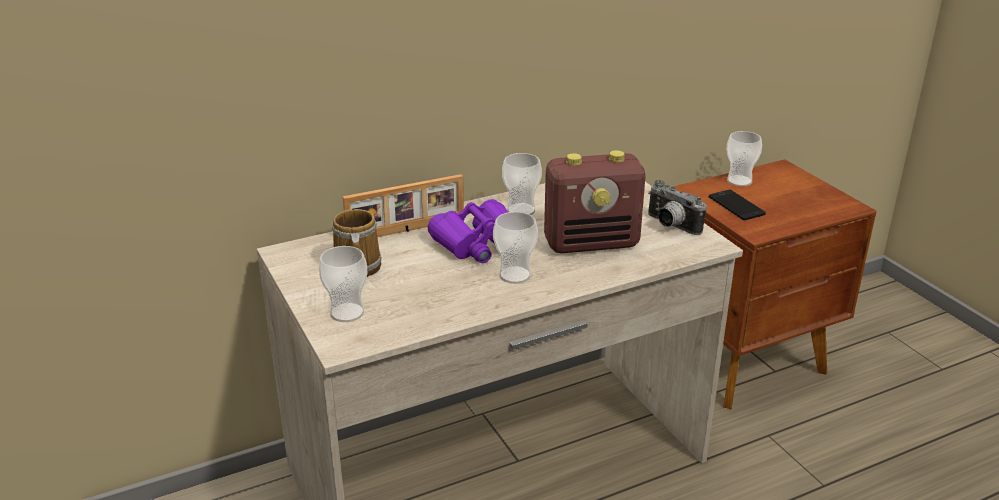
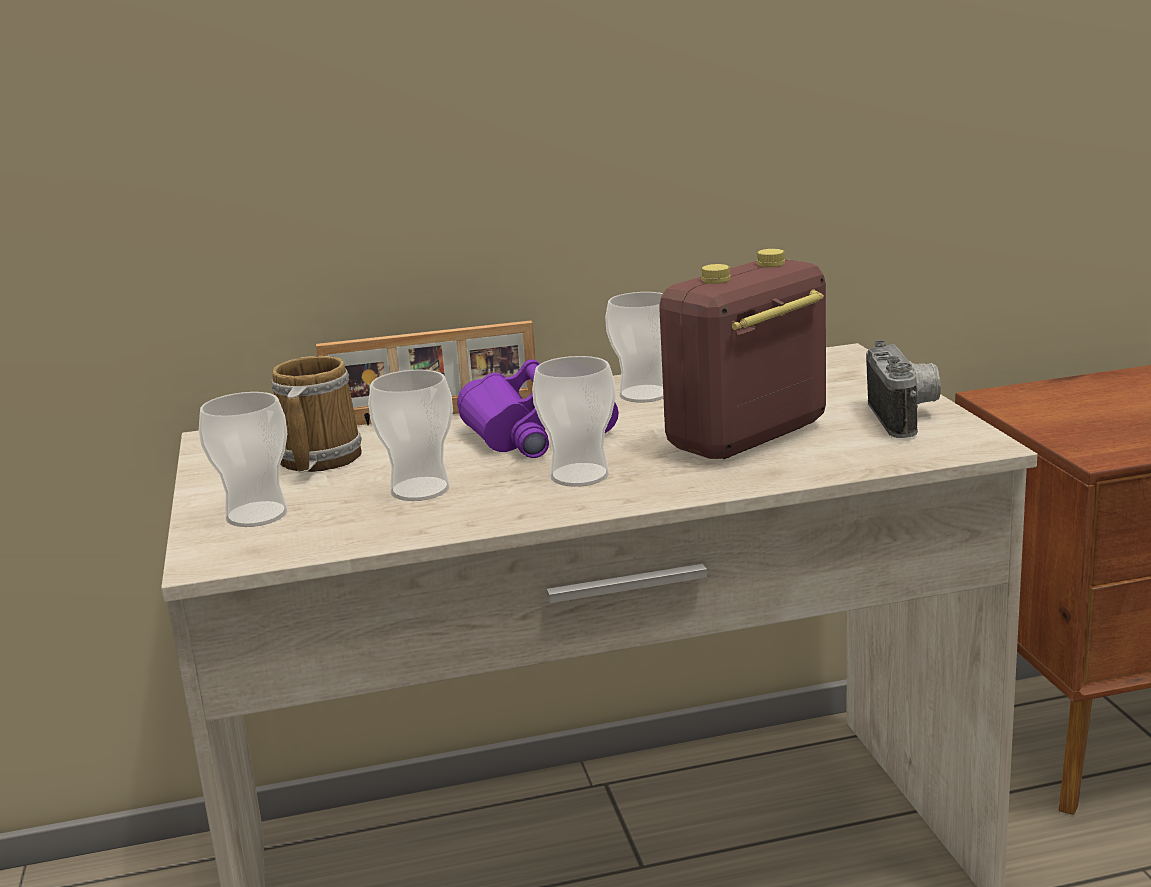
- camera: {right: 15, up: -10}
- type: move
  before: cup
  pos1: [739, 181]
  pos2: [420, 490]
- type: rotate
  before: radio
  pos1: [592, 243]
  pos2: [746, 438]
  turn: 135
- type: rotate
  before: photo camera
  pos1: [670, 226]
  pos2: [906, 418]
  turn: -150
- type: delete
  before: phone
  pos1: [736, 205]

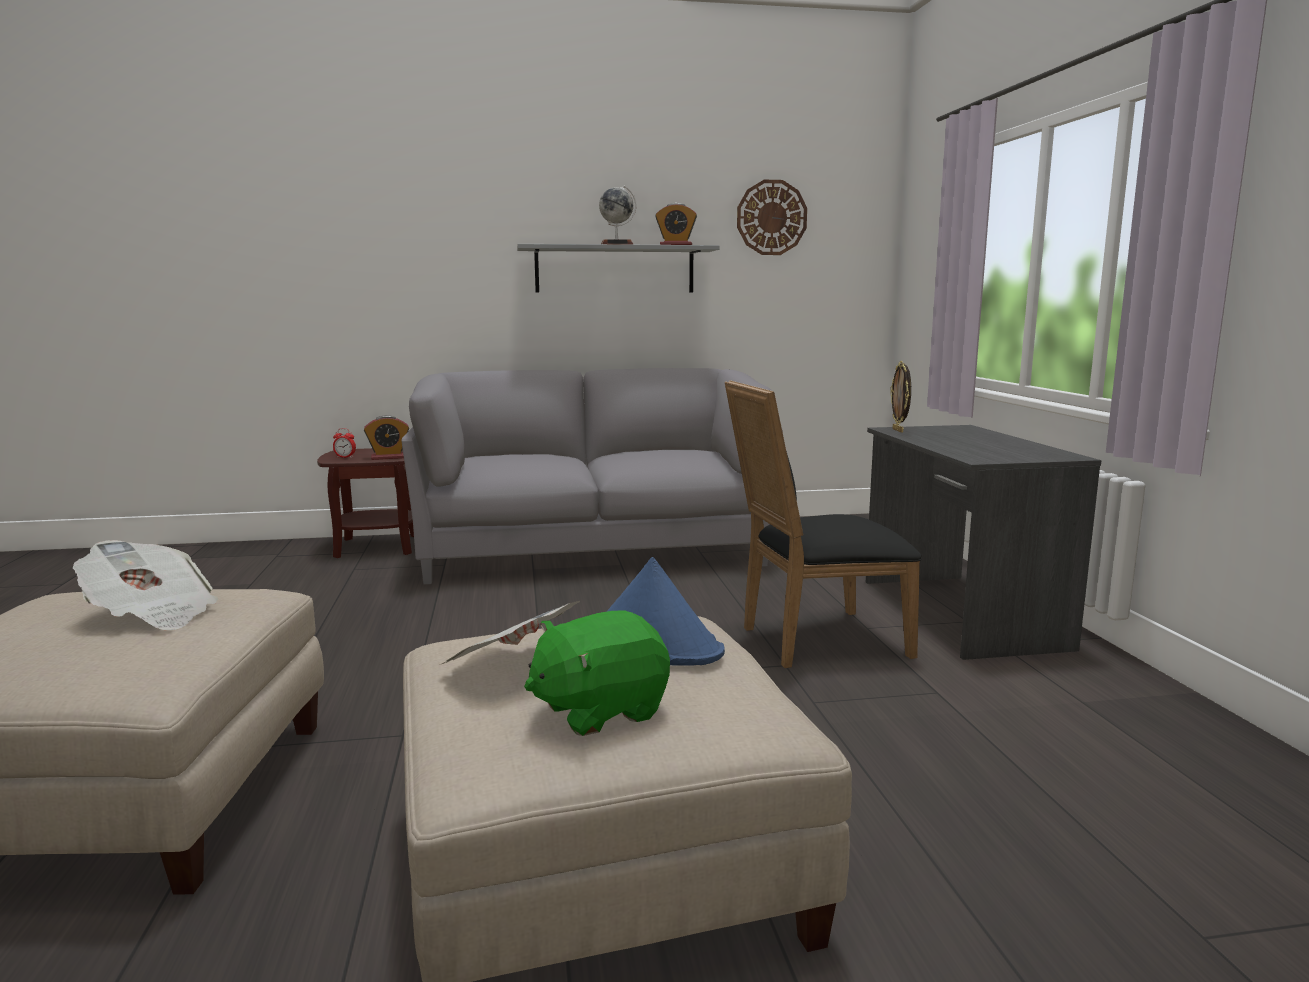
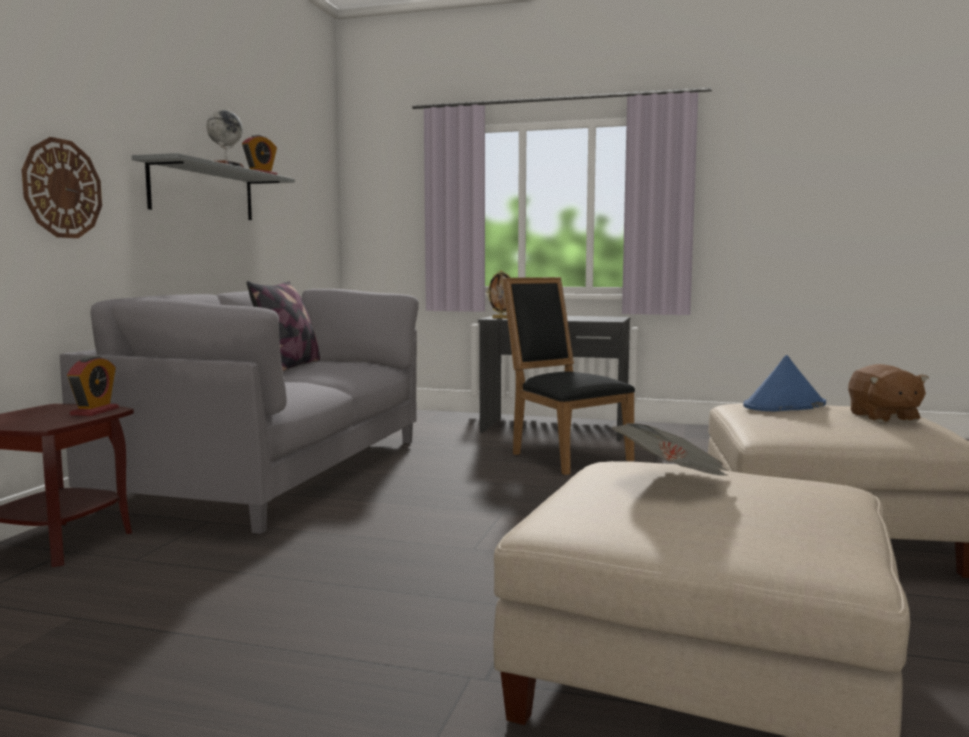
- camera: {right: -65, up: -5}
- type: move
  before: wall clock
  pos1: [771, 217]
  pos2: [62, 188]
- type: insert
  after: pillow
  pos2: [289, 366]
- type: rotate
  before: black chair
  pos1: [814, 641]
  pos2: [564, 456]
  turn: 135
- type: recolor
  before: green plush toy
  after: brown plush toy
  pos1: [599, 710]
  pos2: [883, 417]
- type: delete
  before: alarm clock
  pos1: [345, 457]
- type: delete
  before: newspaper
  pos1: [511, 668]

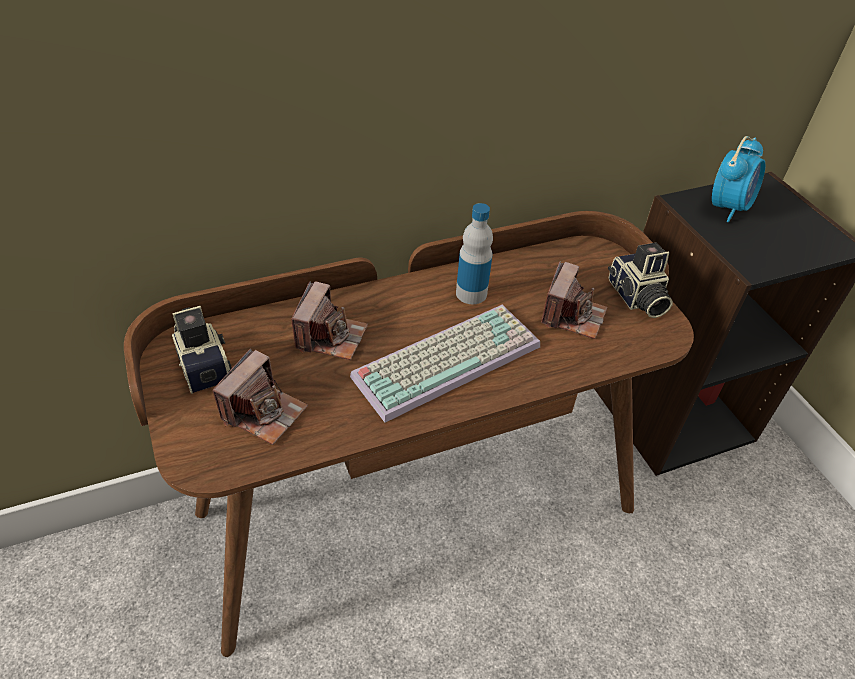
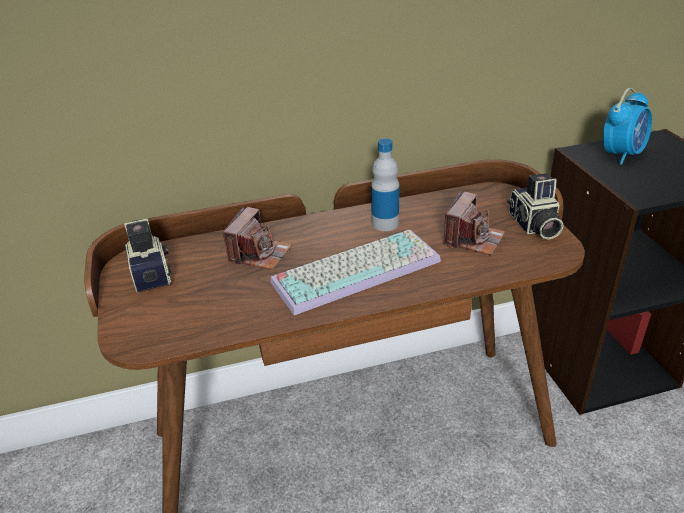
- camera: {right: 10, up: -10}
- type: delete
  before: photo camera
  pos1: [264, 412]

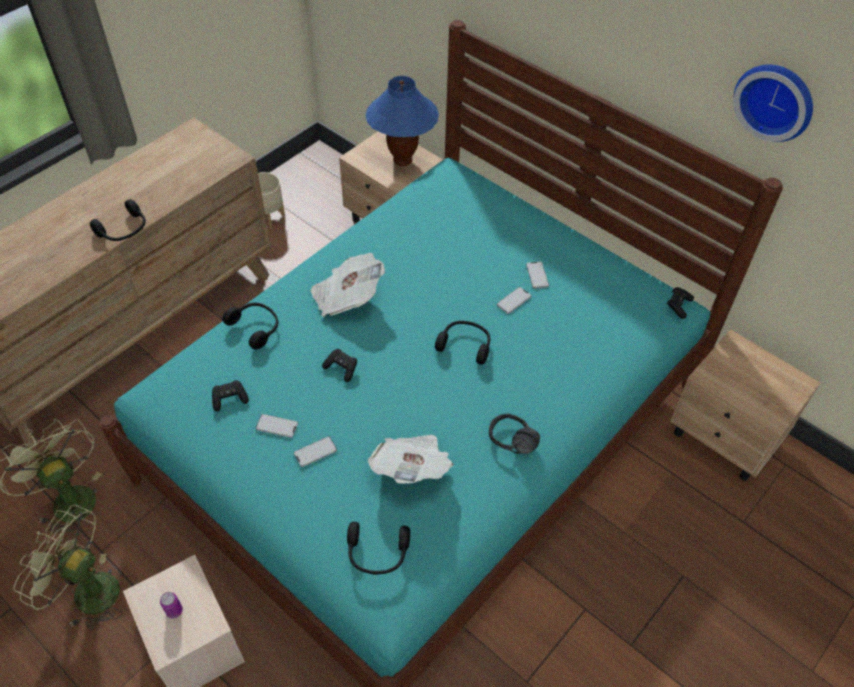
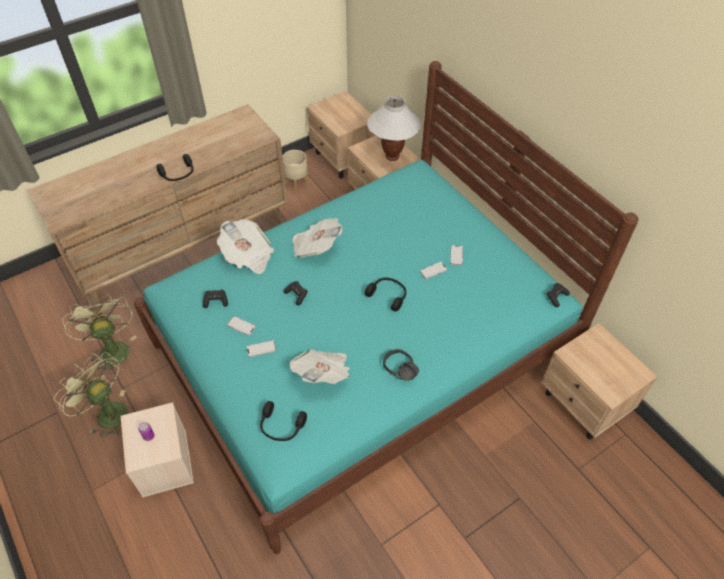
- camera: {right: 15, up: 0}
- type: replace
  before: black headphones
  after: newspaper
  pos1: [255, 327]
  pos2: [248, 256]
- type: insert
  after: beige nightstand
  pos2: [343, 159]
- type: recolor
  before: blue table lamp
  after: white table lamp
  pos1: [403, 160]
  pos2: [392, 157]
- type: delete
  before: wall clock
  pos1: [776, 100]

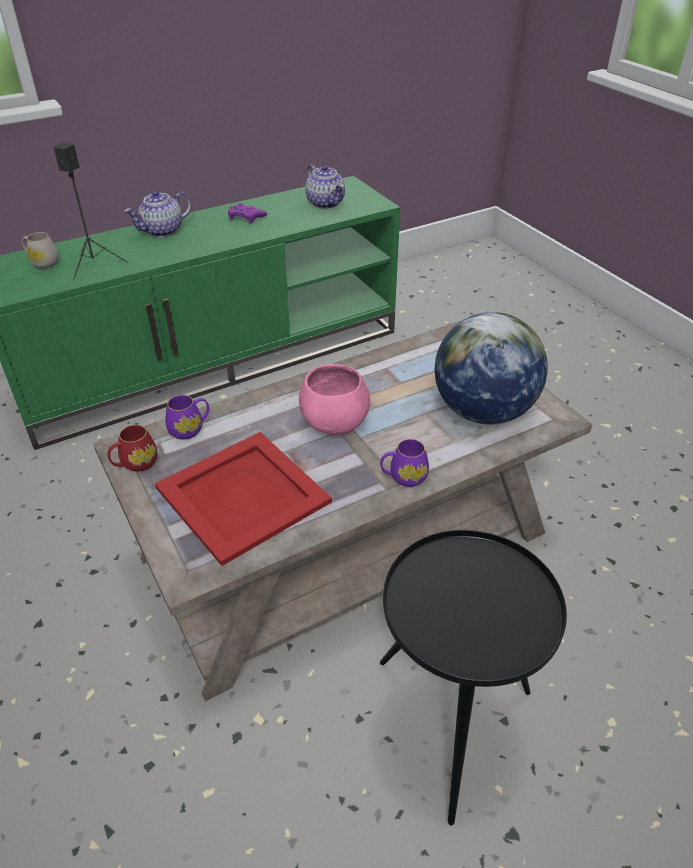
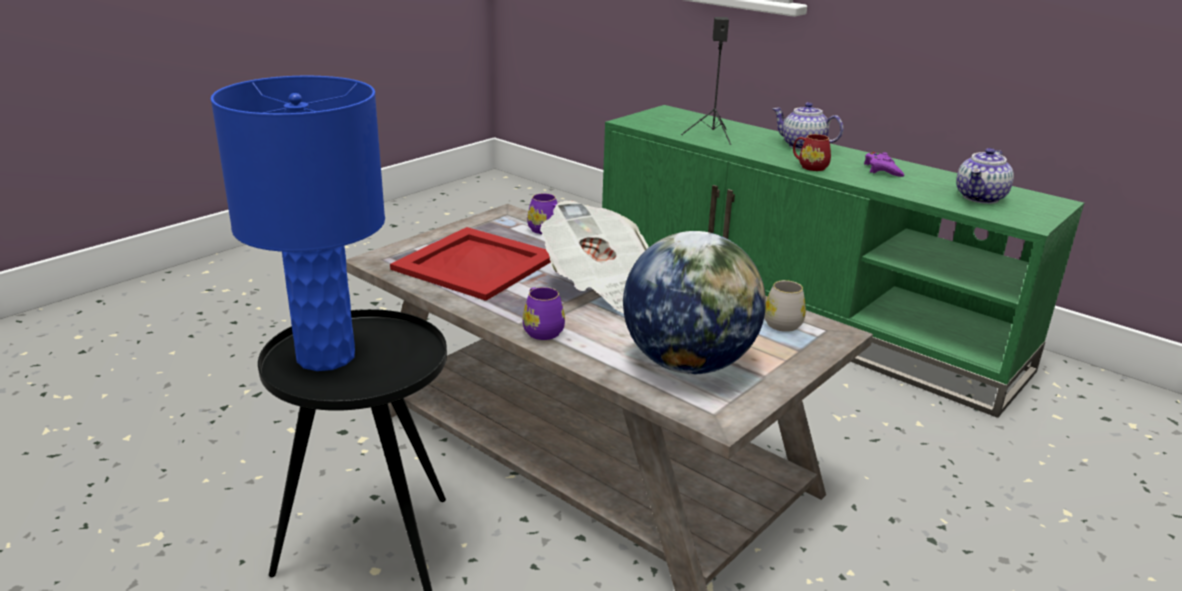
- camera: {right: 70, up: -15}
- type: insert
  after: blue table lamp
  pos2: [326, 356]
- type: replace
  before: pink bowl
  after: newspaper
  pos1: [335, 422]
  pos2: [602, 286]
- type: move
  before: white mug
  pos1: [42, 263]
  pos2: [782, 321]
- type: move
  before: red mug
  pos1: [135, 464]
  pos2: [809, 166]

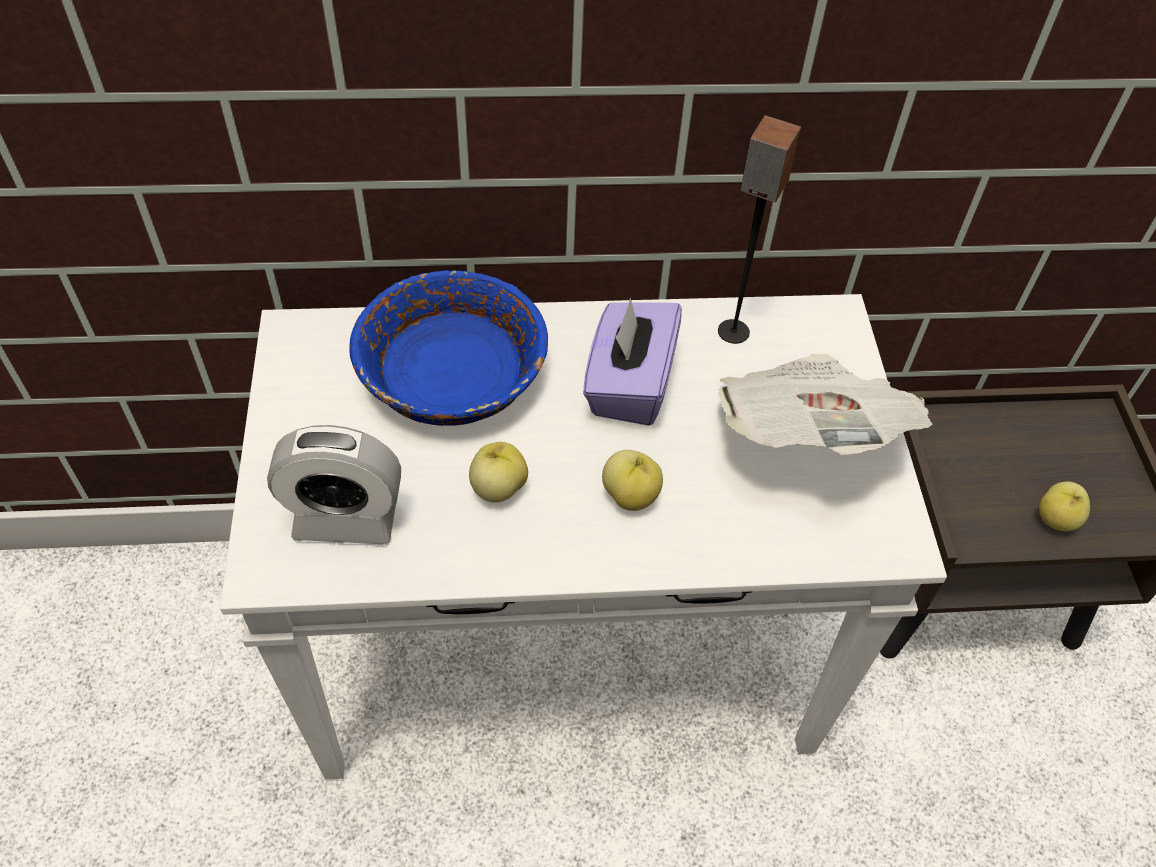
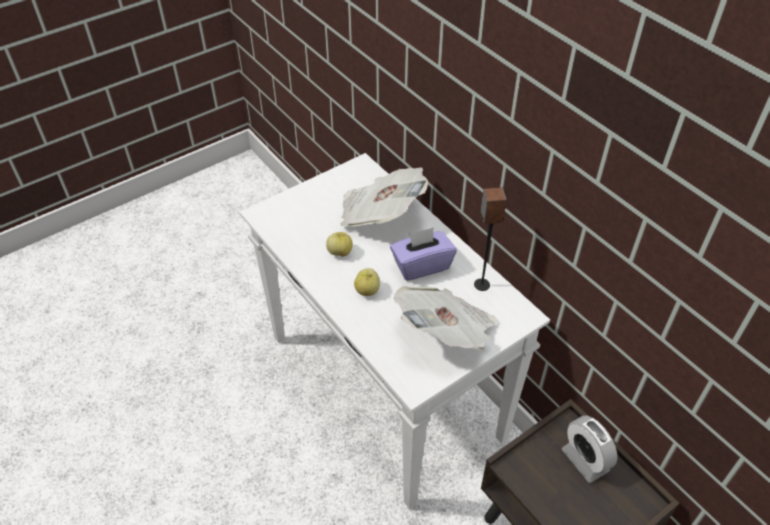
- camera: {right: 60, up: -5}
- type: replace
  before: blue bowl
  after: newspaper
  pos1: [451, 374]
  pos2: [380, 214]
- type: move
  before: alarm clock
  pos1: [345, 518]
  pos2: [585, 460]
- type: delete
  before: apple
  pos1: [1056, 519]

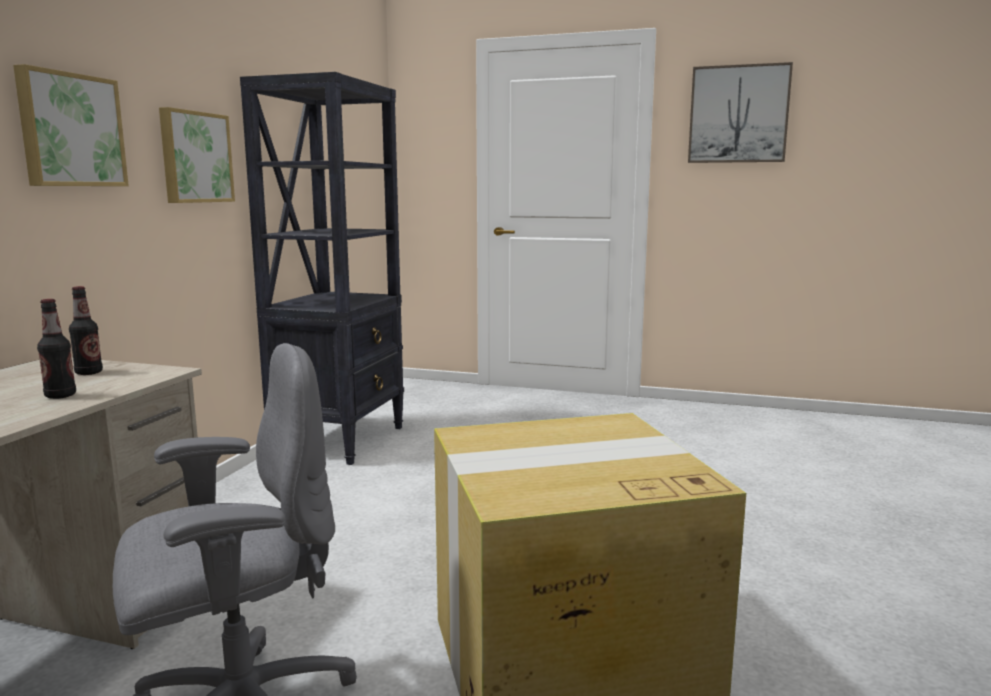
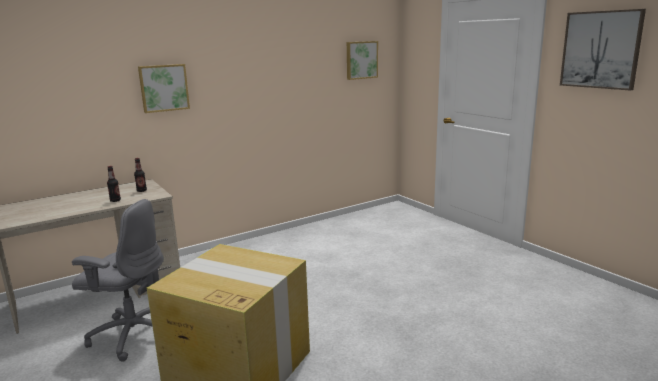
- camera: {right: 40, up: 5}
- type: move
  before: picture
  pos1: [194, 157]
  pos2: [361, 60]
- type: delete
  before: black bookcase
  pos1: [340, 440]

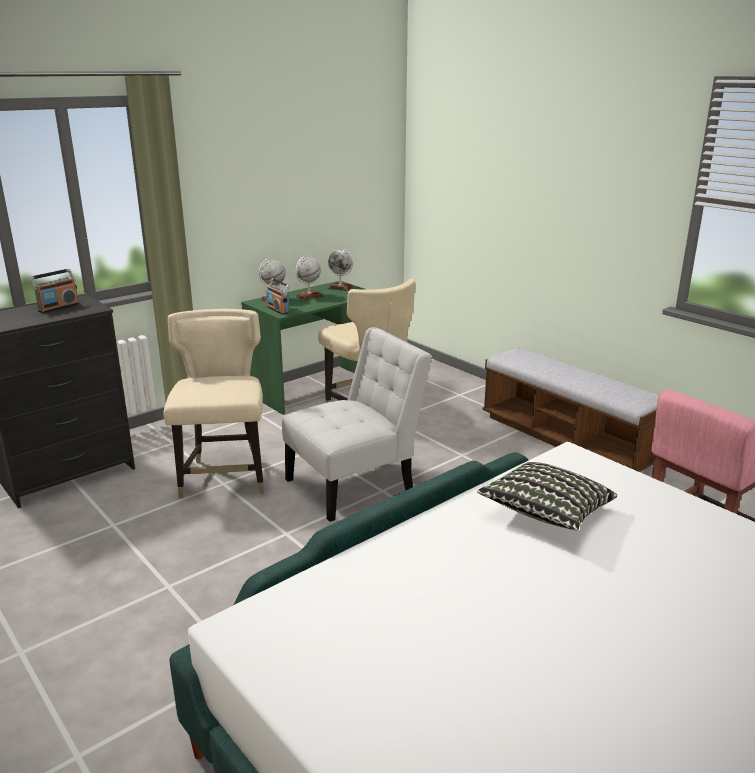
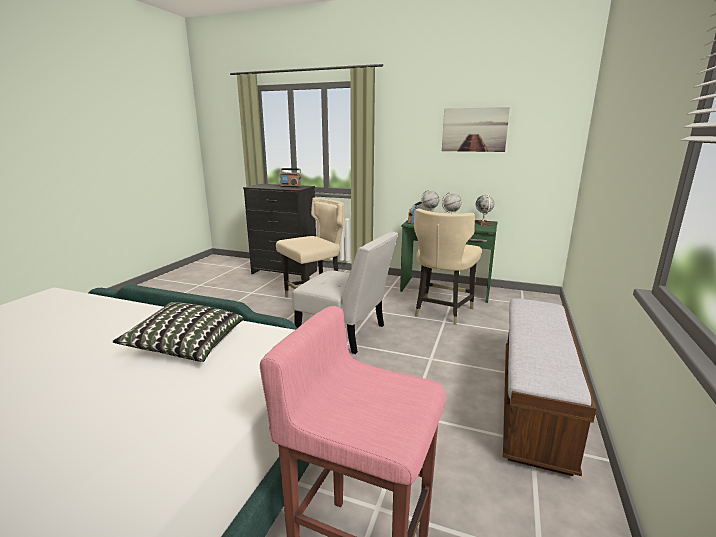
- camera: {right: 60, up: -5}
- type: insert
  after: picture
  pos2: [474, 129]

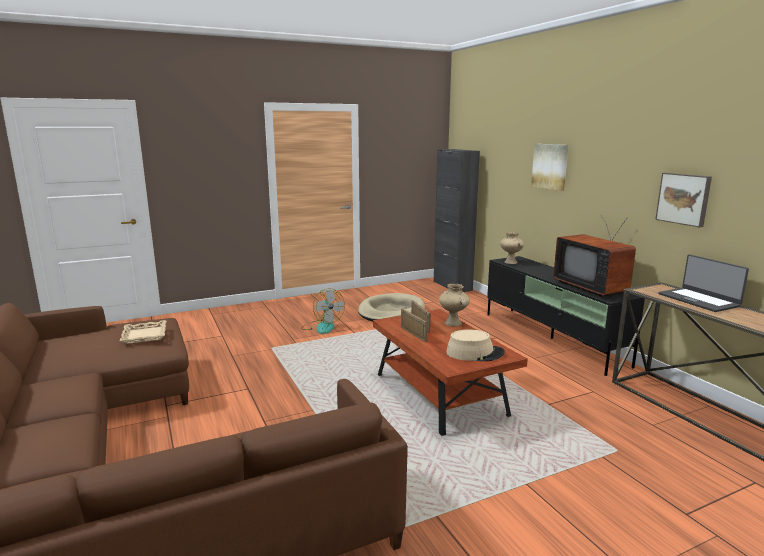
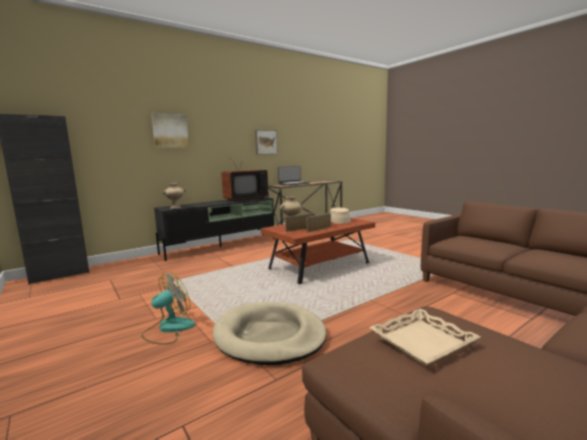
- camera: {right: -100, up: -5}
- type: move
  before: beige dog bed
  pos1: [391, 312]
  pos2: [269, 336]

